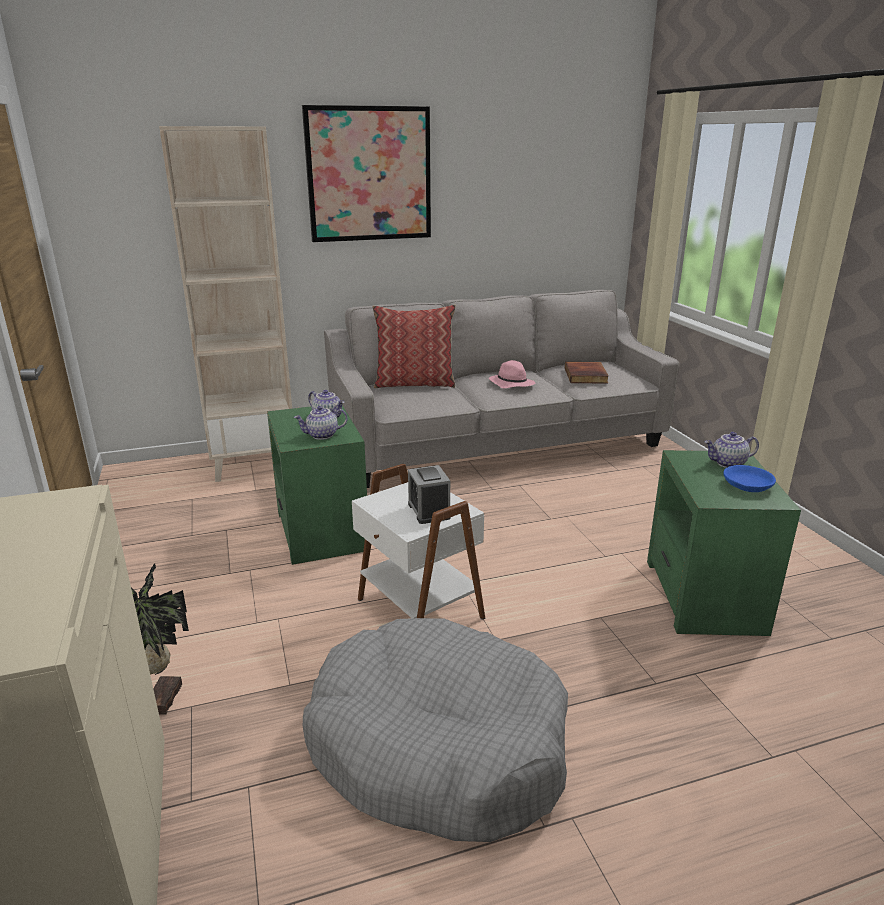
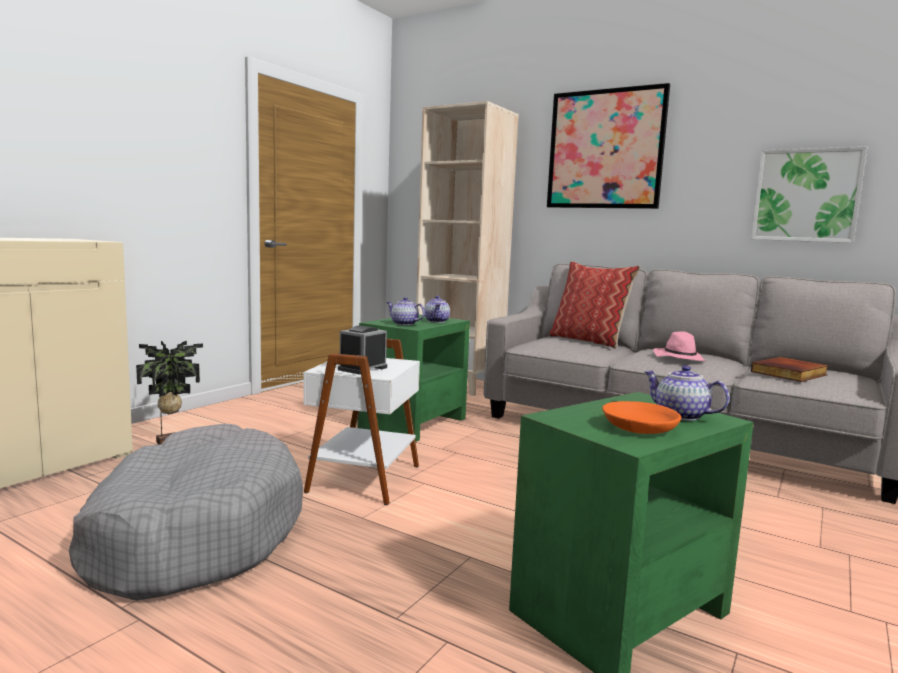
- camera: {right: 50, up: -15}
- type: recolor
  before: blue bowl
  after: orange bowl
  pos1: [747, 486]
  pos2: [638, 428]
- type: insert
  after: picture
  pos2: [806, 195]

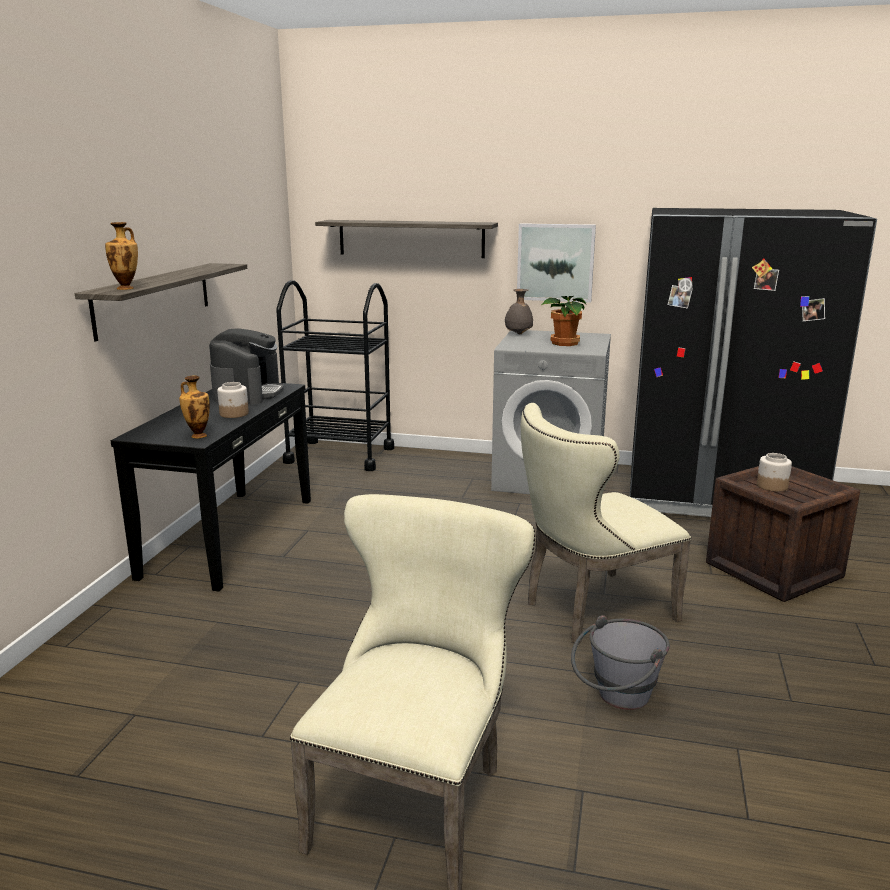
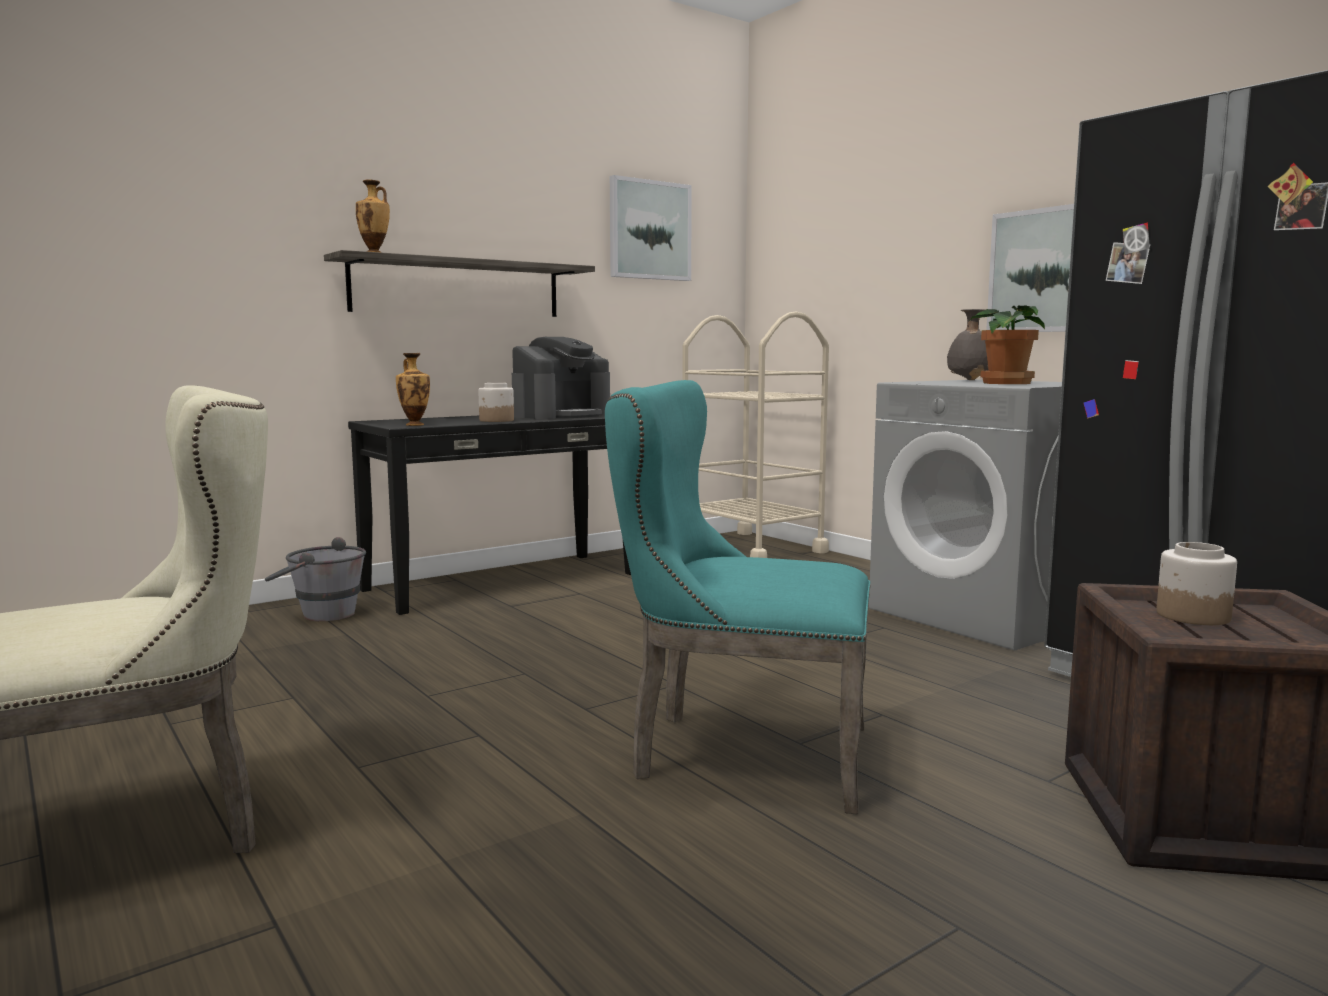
- camera: {right: 40, up: -10}
- type: move
  before: grey bucket
  pos1: [616, 698]
  pos2: [318, 614]
- type: recolor
  before: beige chair
  after: turquoise chair
  pos1: [590, 611]
  pos2: [736, 753]
- type: insert
  after: picture
  pos2: [649, 230]
- type: recolor
  before: black cart
  after: beige cart
  pos1: [340, 455]
  pos2: [751, 547]
- type: delete
  before: shelf
  pos1: [411, 238]

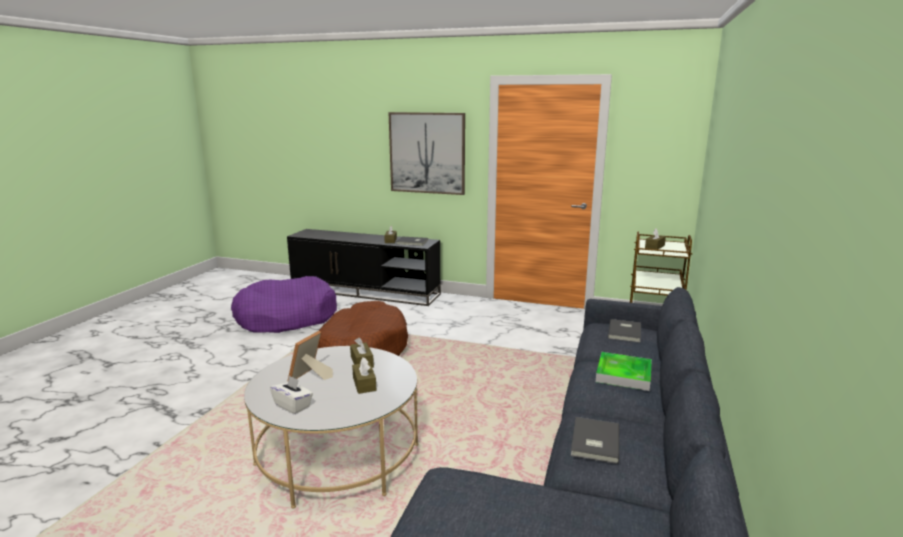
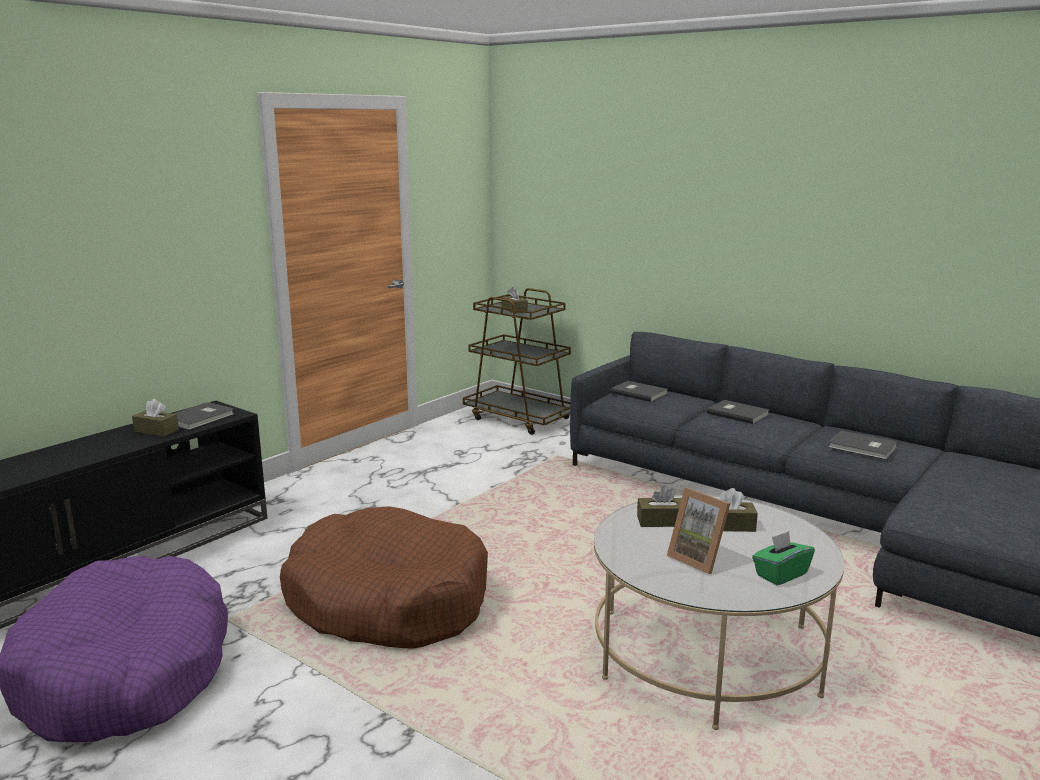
- camera: {right: -70, up: 0}
- type: replace
  before: tray
  after: grey book
  pos1: [623, 374]
  pos2: [737, 413]
- type: recolor
  before: white tissue box
  after: green tissue box
  pos1: [293, 405]
  pos2: [780, 574]
- type: delete
  before: picture
  pos1: [427, 153]

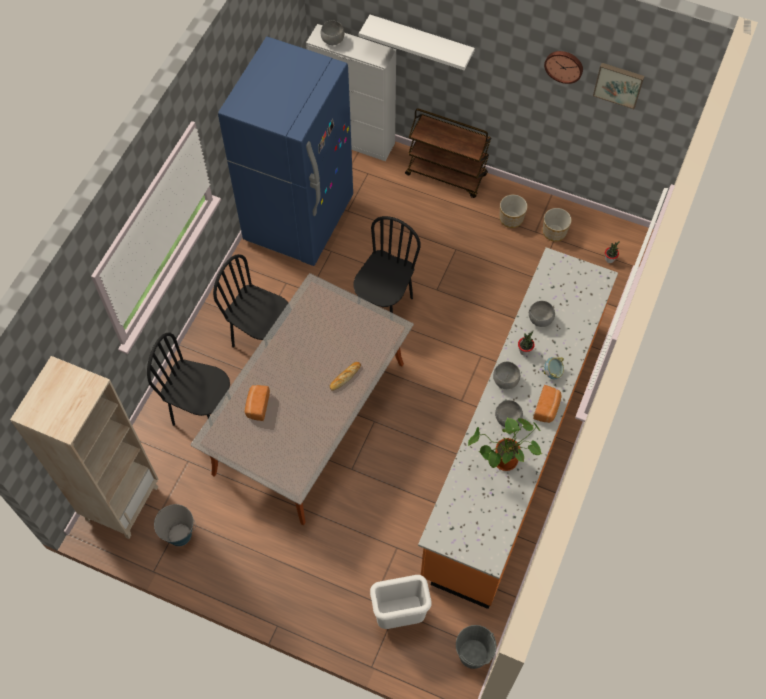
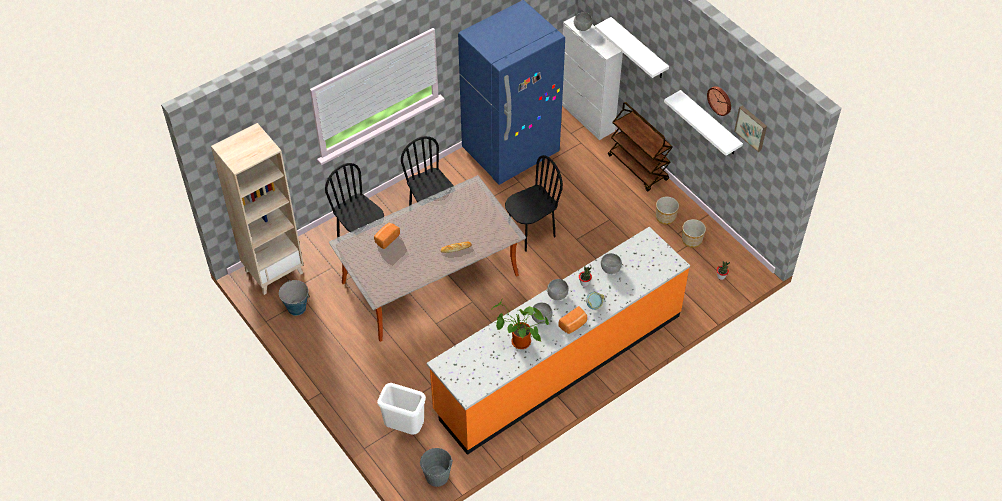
- camera: {right: 30, up: -10}
- type: insert
  after: white shelf
  pos2: [709, 124]

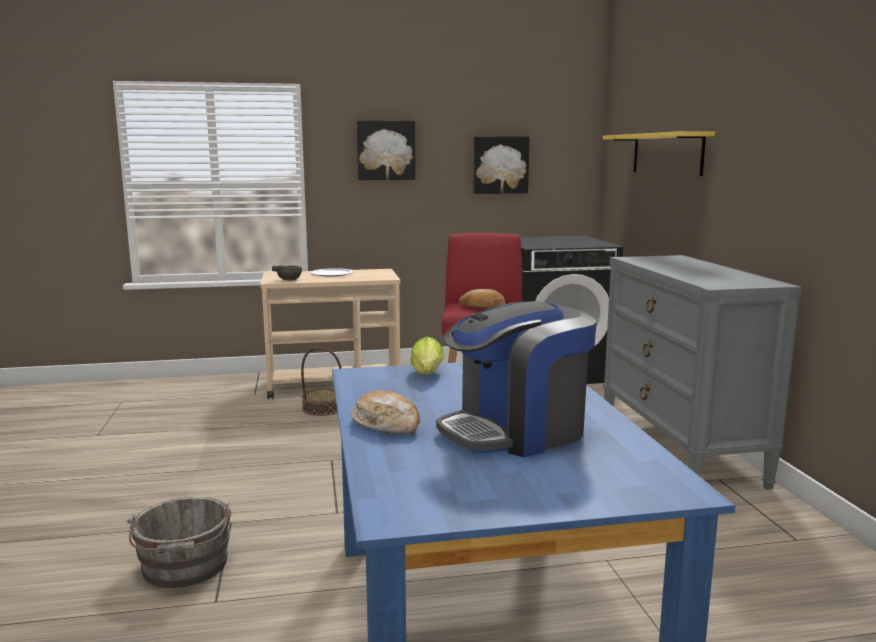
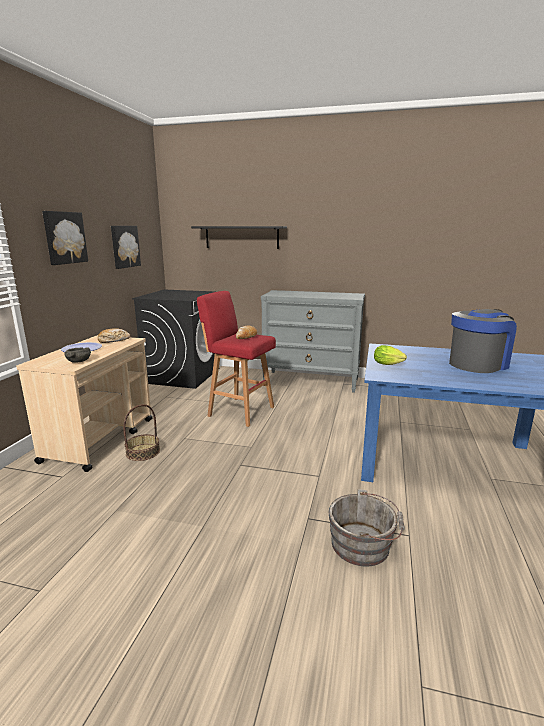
- camera: {right: -65, up: 5}
- type: move
  before: bread
  pos1: [387, 424]
  pos2: [113, 340]
- type: recolor
  before: yellow shelf
  after: black shelf
  pos1: [666, 154]
  pos2: [242, 237]
- type: rotate
  before: coffee machine
  pos1: [516, 431]
  pos2: [478, 364]
  turn: -120

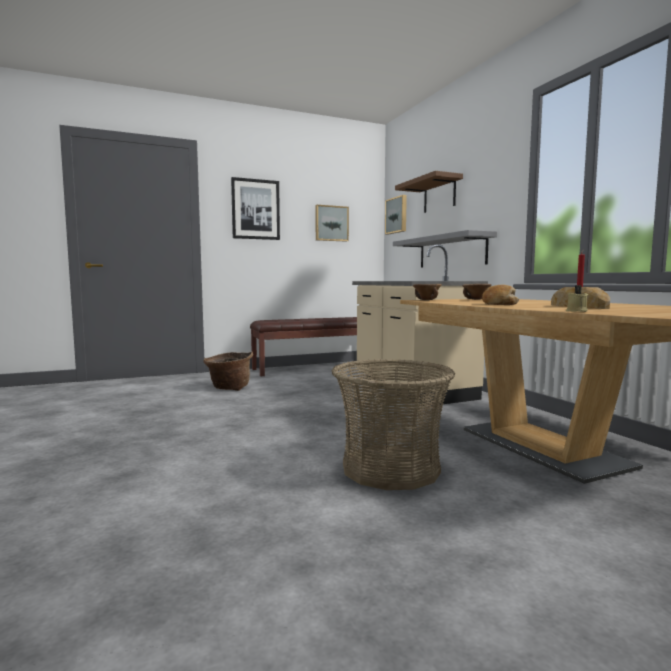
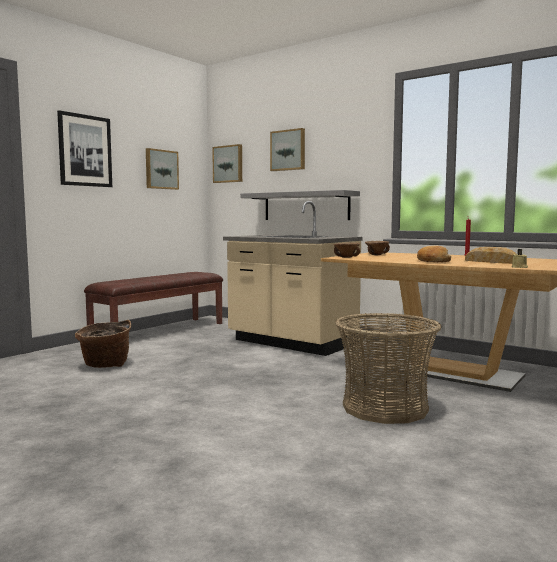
- camera: {right: -30, up: 0}
- type: replace
  before: brown shelf
  after: picture
  pos1: [439, 195]
  pos2: [288, 150]

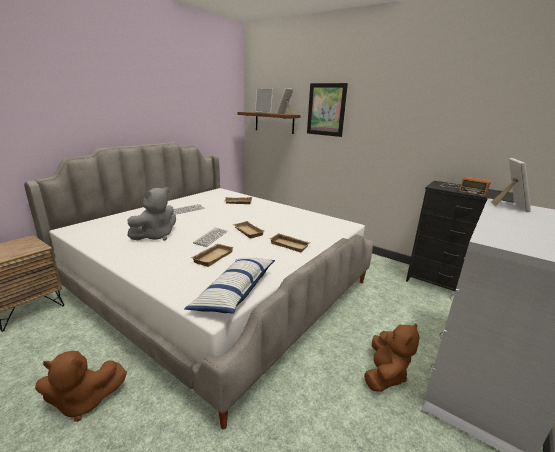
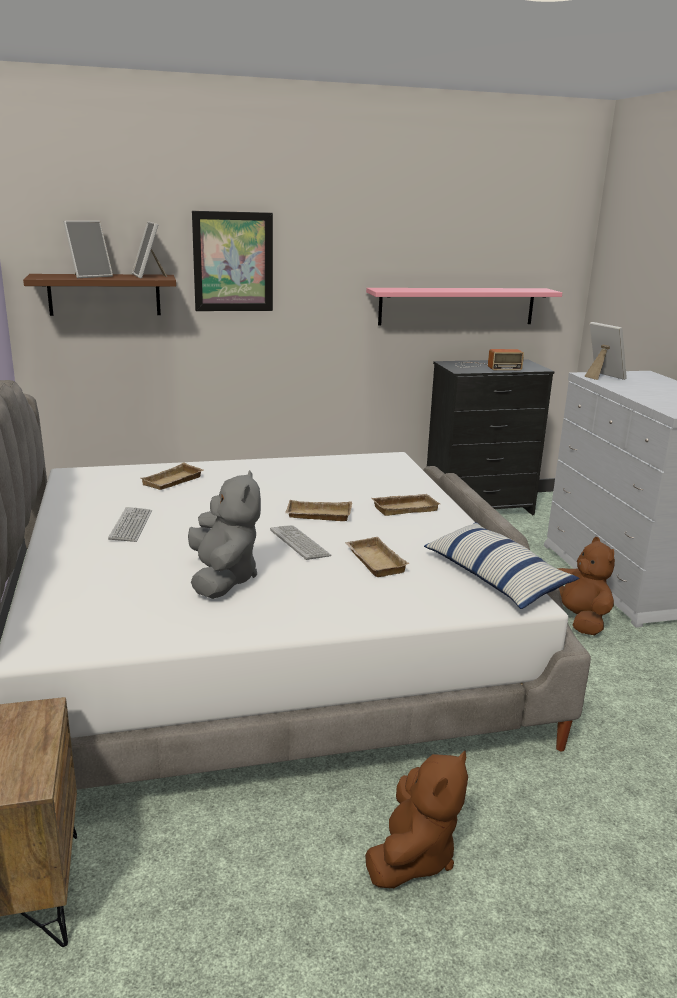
- camera: {right: -50, up: 0}
- type: insert
  after: pink shelf
  pos2: [457, 306]

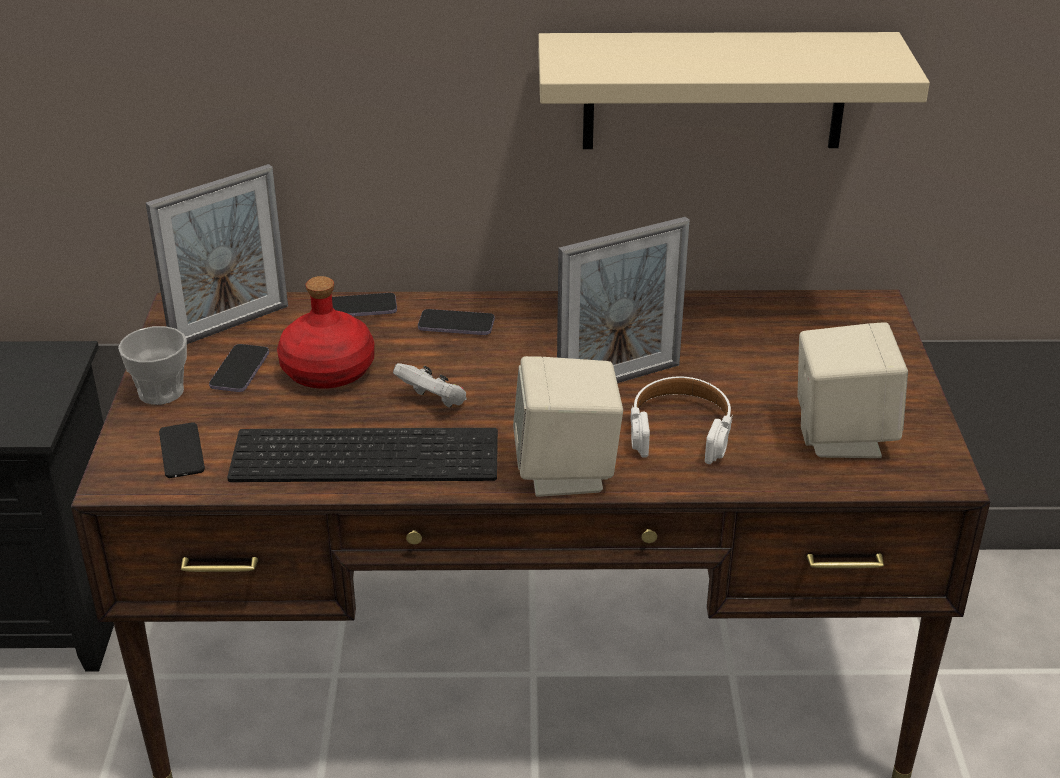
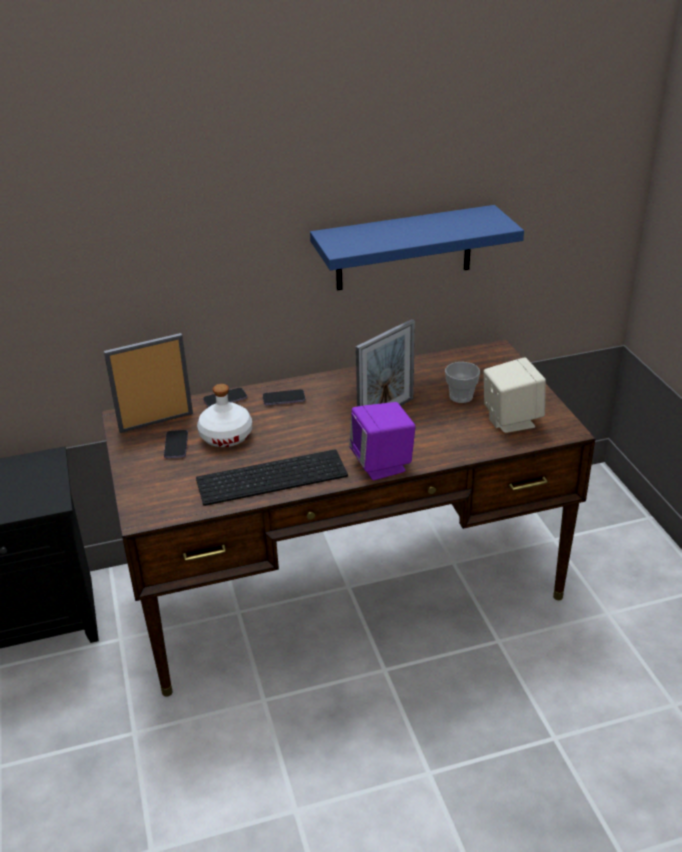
- camera: {right: -15, up: 0}
- type: rotate
  before: picture frame
  pos1: [230, 326]
  pos2: [156, 422]
  turn: -150
- type: recolor
  before: red bottle
  after: white bottle
  pos1: [328, 370]
  pos2: [226, 436]
- type: recolor
  before: beige shelf
  after: blue shelf
  pos1: [714, 90]
  pos2: [404, 248]
- type: recolor
  before: beige speaker
  after: purple speaker
  pos1: [566, 472]
  pos2: [382, 465]
- type: move
  before: cup
  pos1: [161, 392]
  pos2: [461, 396]
- type: delete
  before: phone
  pos1: [181, 451]
- type: delete
  before: white game controller
  pos1: [433, 402]
- type: delete
  before: white headphones
  pos1: [680, 430]

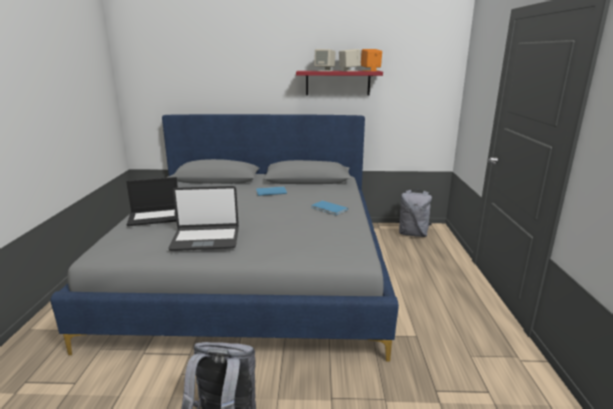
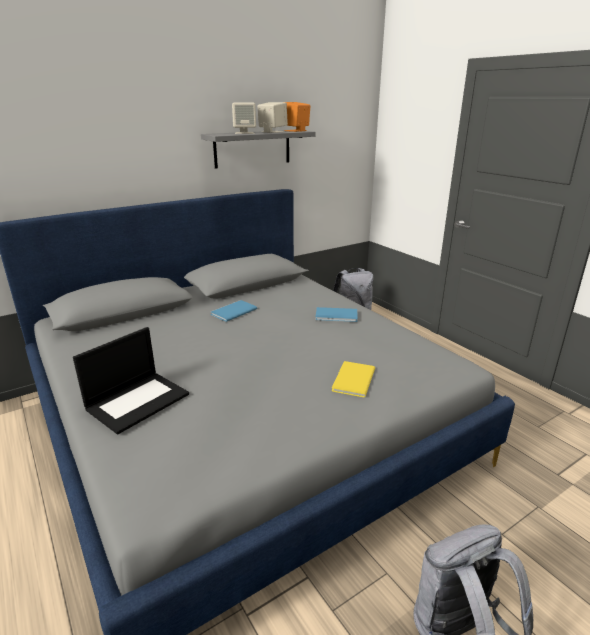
- camera: {right: -35, up: 5}
- type: recolor
  before: red shelf
  after: grey shelf
  pos1: [338, 83]
  pos2: [252, 148]
- type: insert
  after: yellow book
  pos2: [352, 380]
- type: delete
  before: laptop
  pos1: [205, 239]

